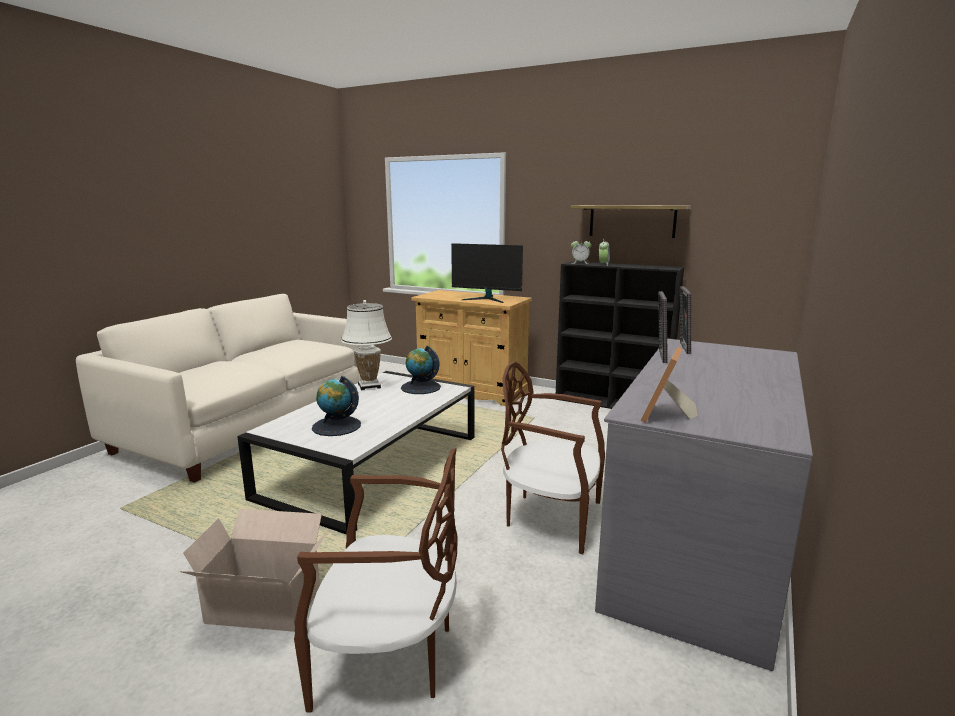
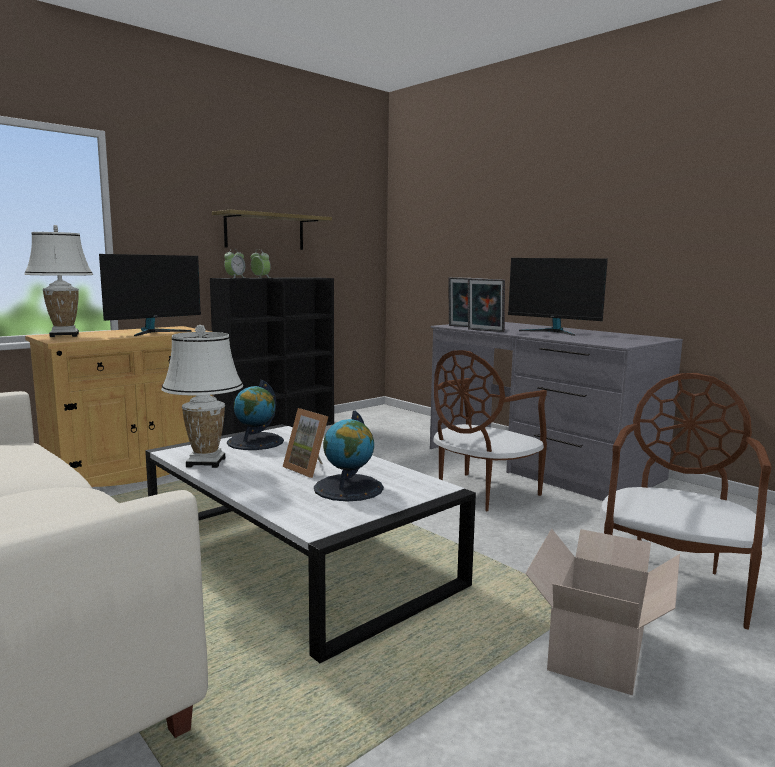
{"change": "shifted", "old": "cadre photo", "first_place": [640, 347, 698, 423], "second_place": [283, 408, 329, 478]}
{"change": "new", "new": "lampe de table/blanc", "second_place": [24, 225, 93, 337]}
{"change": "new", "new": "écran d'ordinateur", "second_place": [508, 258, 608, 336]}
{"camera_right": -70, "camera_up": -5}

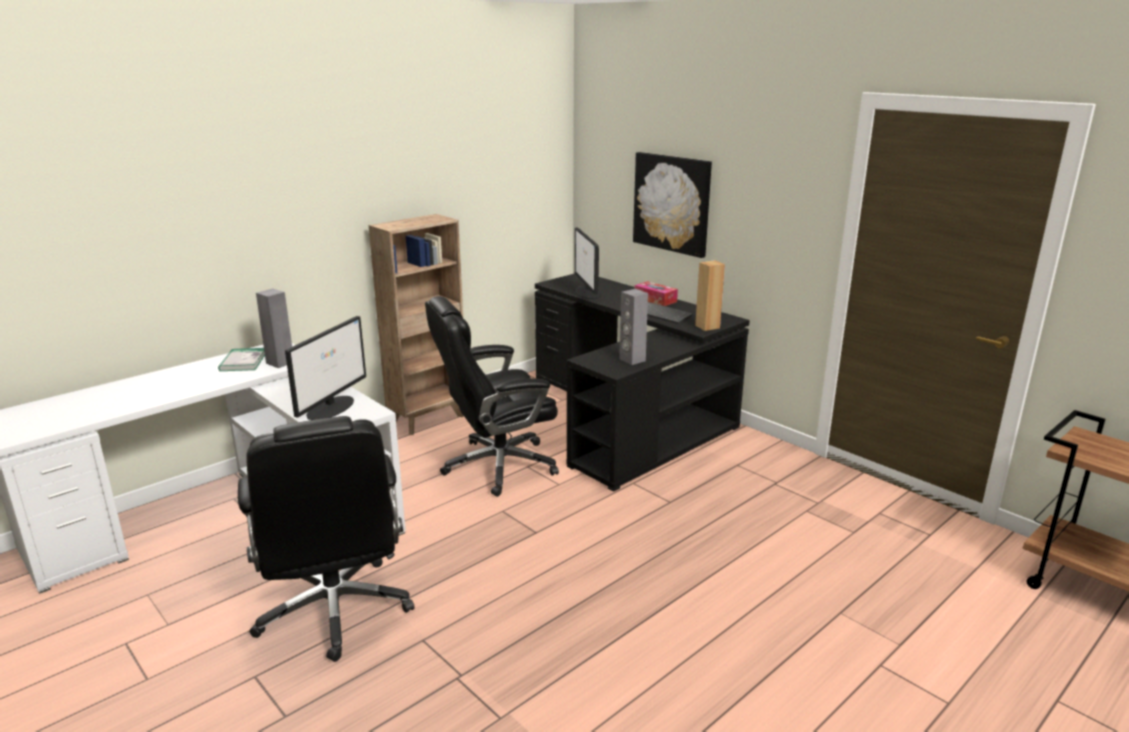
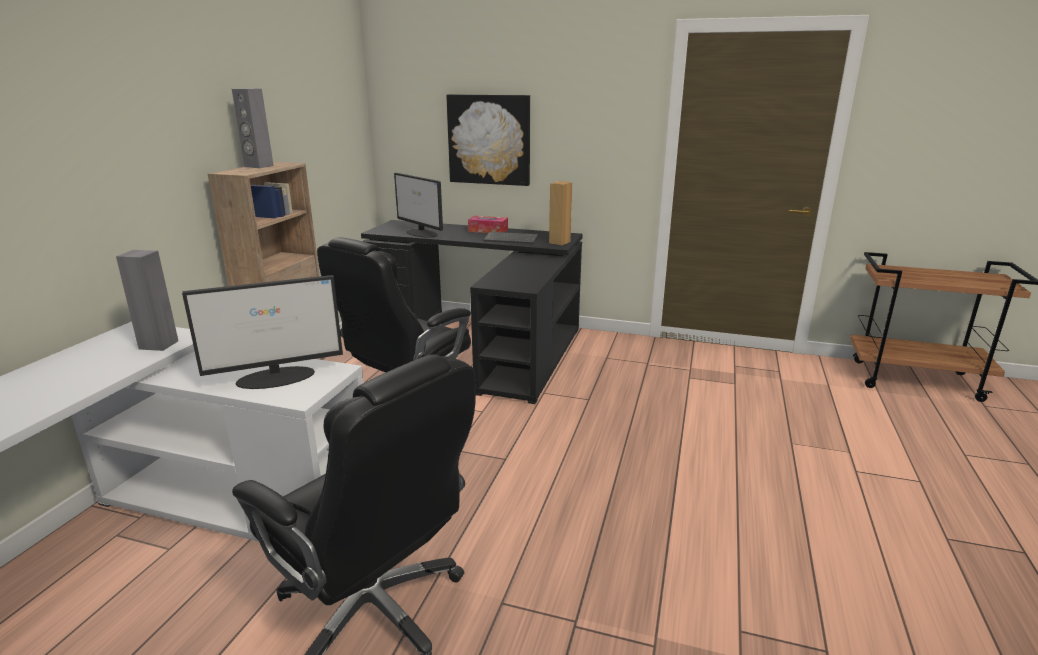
{"change": "shifted", "old": "enceinte/gris", "first_place": [619, 289, 648, 365], "second_place": [232, 88, 274, 168]}
{"change": "rotated", "old": "écran d'ordinateur", "first_place": [285, 316, 366, 420], "second_place": [182, 275, 343, 389], "degrees": 75}
{"change": "gone", "old": "livre", "first_place": [218, 348, 265, 371]}
{"camera_right": -30, "camera_up": 0}

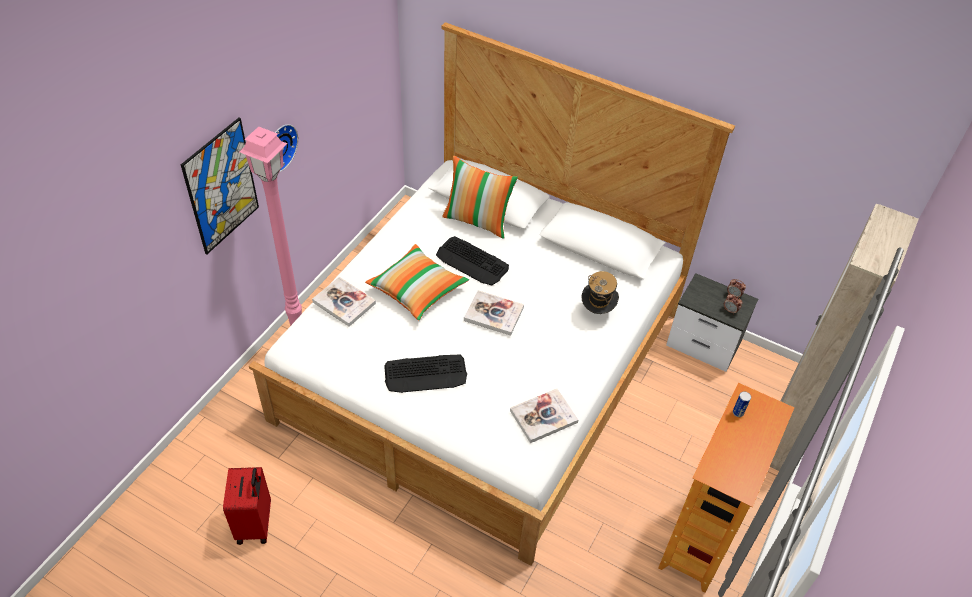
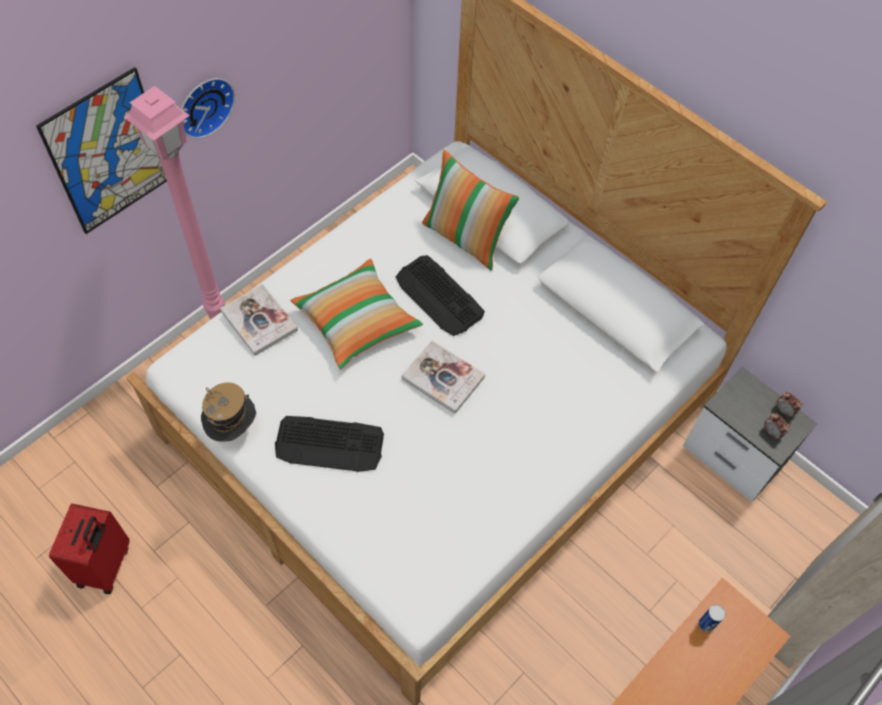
{"change": "shifted", "old": "chapeau", "first_place": [581, 271, 619, 314], "second_place": [201, 382, 256, 442]}
{"change": "gone", "old": "livre", "first_place": [510, 389, 578, 443]}
{"camera_right": 15, "camera_up": 10}

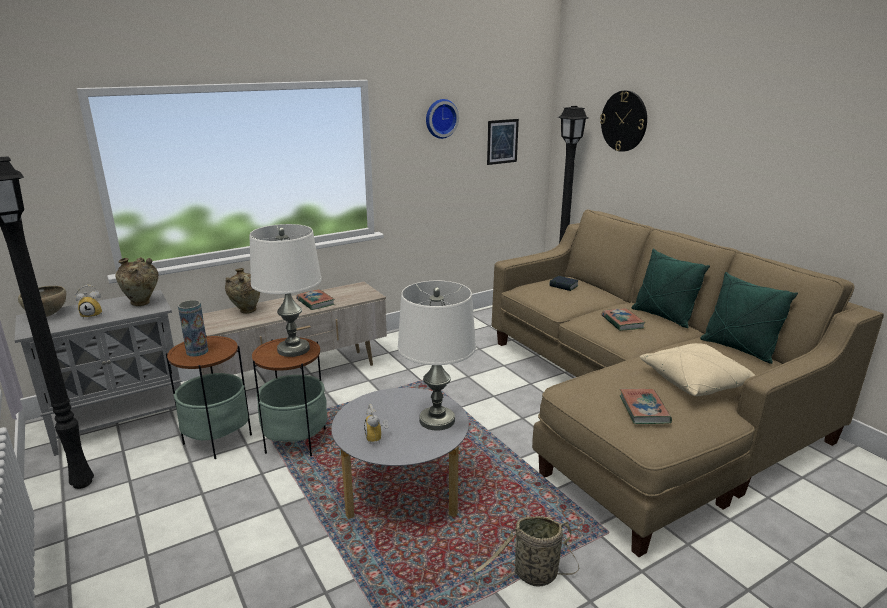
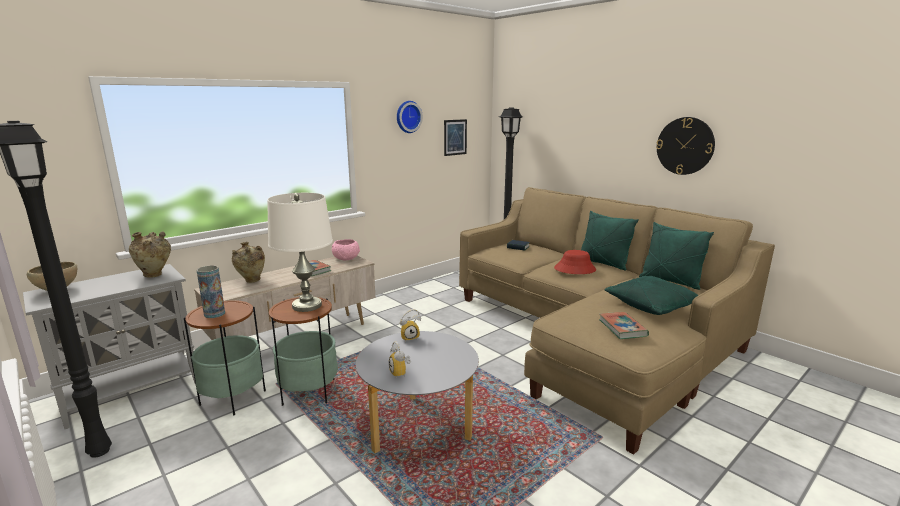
{"change": "shifted", "old": "horloge murale", "first_place": [600, 91, 647, 152], "second_place": [656, 117, 715, 175]}
{"change": "gone", "old": "lampe de table/blanc", "first_place": [398, 281, 476, 431]}
{"change": "shifted", "old": "réveil", "first_place": [75, 285, 102, 319], "second_place": [400, 309, 421, 342]}
{"change": "swapped", "old": "livre", "new": "chapeau/rouge", "first_place": [602, 308, 645, 331], "second_place": [554, 250, 596, 274]}
{"change": "repainted", "old": "coussin/beige", "new": "coussin/vert", "first_place": [639, 343, 755, 396], "second_place": [604, 276, 699, 315]}
{"change": "gone", "old": "panier", "first_place": [472, 516, 580, 587]}
{"change": "new", "new": "bol/rose", "second_place": [332, 239, 360, 260]}
{"camera_right": -10, "camera_up": -5}

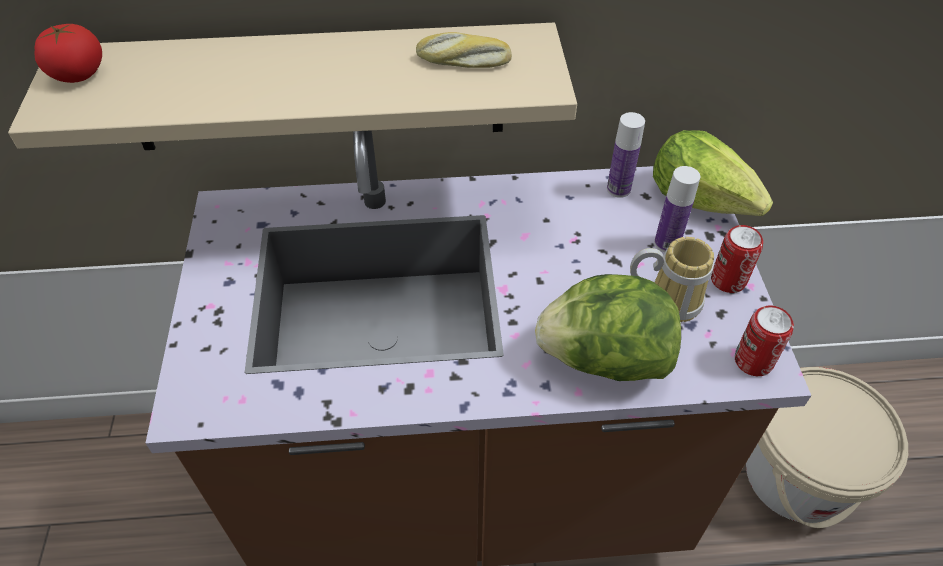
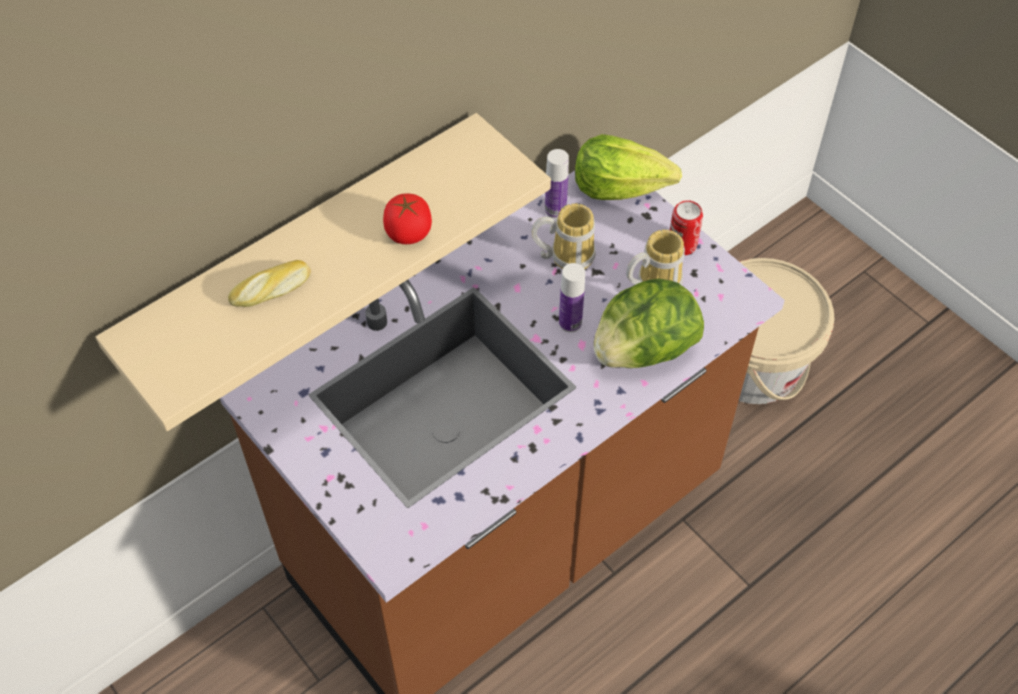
{"change": "shifted", "old": "tomate", "first_place": [35, 24, 102, 83], "second_place": [383, 194, 432, 244]}
{"change": "shifted", "old": "pain", "first_place": [416, 32, 512, 68], "second_place": [228, 260, 311, 307]}
{"change": "shifted", "old": "bouteille", "first_place": [654, 166, 700, 252], "second_place": [559, 263, 585, 333]}
{"change": "gone", "old": "boîte métallique", "first_place": [735, 306, 794, 376]}
{"change": "new", "new": "mug", "second_place": [532, 203, 596, 269]}
{"camera_right": -35, "camera_up": 5}

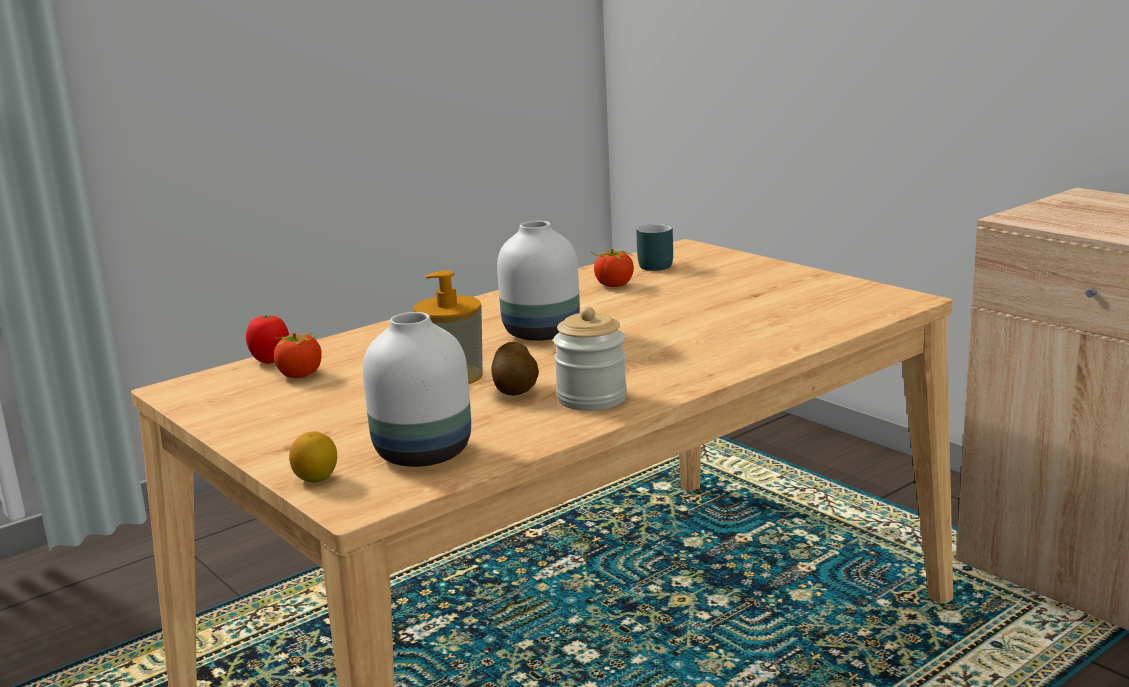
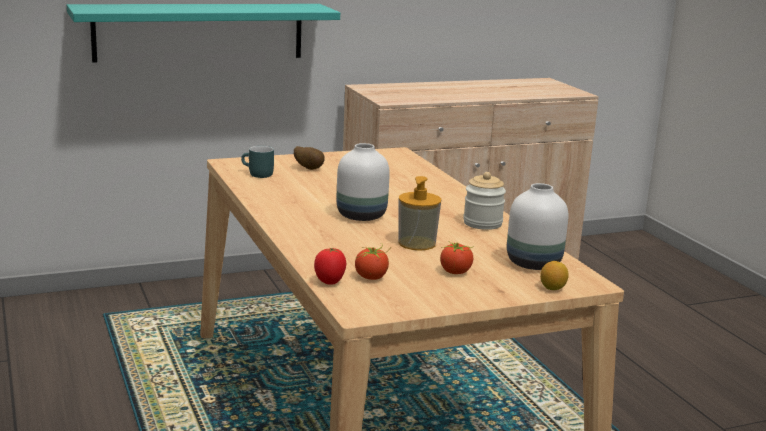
{"change": "shifted", "old": "tomate", "first_place": [591, 249, 634, 287], "second_place": [440, 242, 473, 274]}
{"change": "shifted", "old": "pomme de terre", "first_place": [491, 342, 539, 396], "second_place": [294, 146, 325, 170]}
{"change": "new", "new": "étagère/turquoise", "second_place": [67, 4, 340, 63]}
{"camera_right": -75, "camera_up": 0}

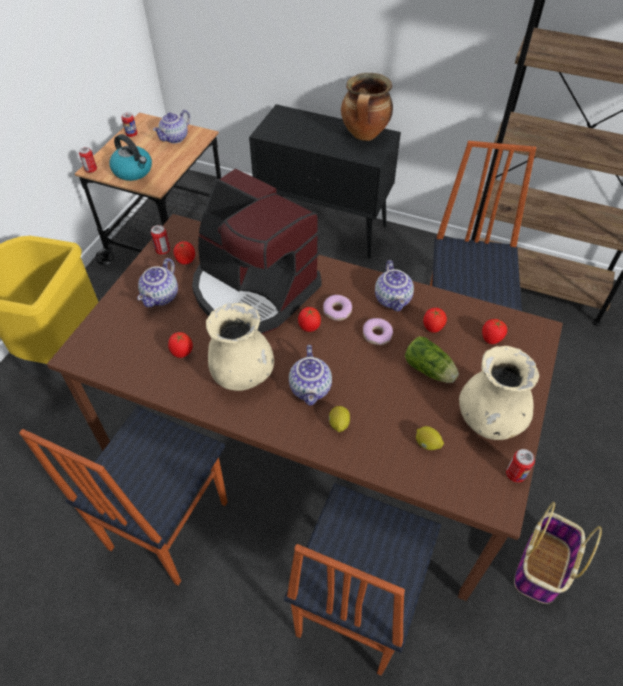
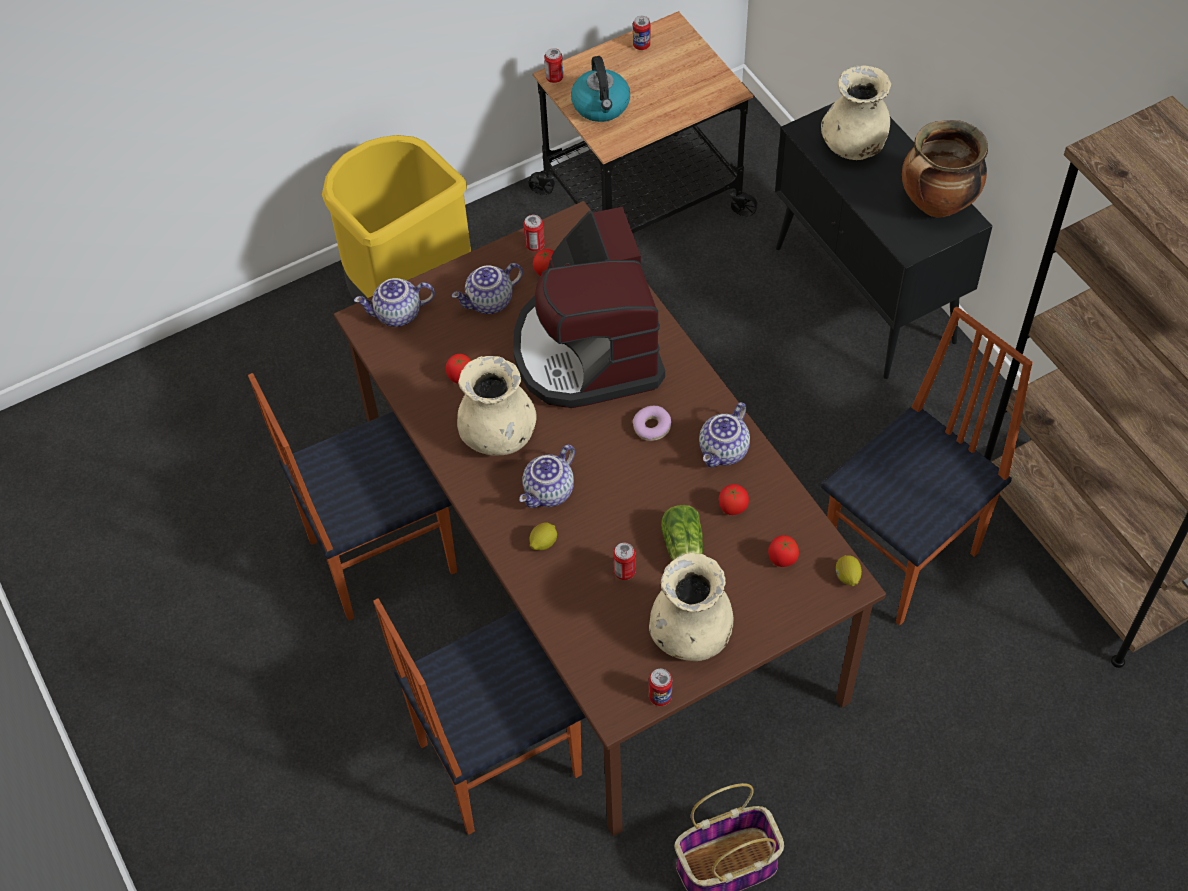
{"change": "shifted", "old": "théière", "first_place": [153, 110, 190, 144], "second_place": [354, 278, 435, 327]}
{"change": "gone", "old": "tomate", "first_place": [298, 307, 321, 332]}
{"change": "gone", "old": "beignet", "first_place": [363, 318, 393, 345]}
{"change": "shifted", "old": "citron", "first_place": [416, 426, 444, 450], "second_place": [836, 555, 862, 586]}
{"change": "new", "new": "vase/beige", "second_place": [821, 65, 891, 160]}
{"change": "new", "new": "boîte métallique", "second_place": [613, 543, 636, 580]}
{"camera_right": 40, "camera_up": 5}

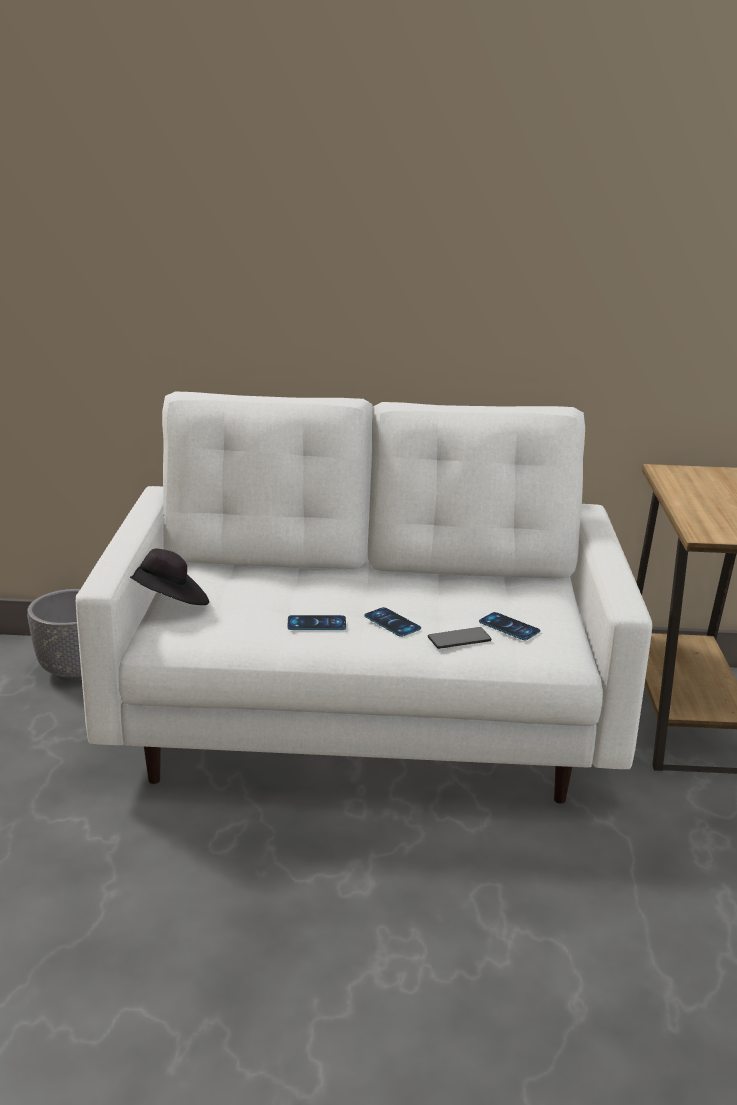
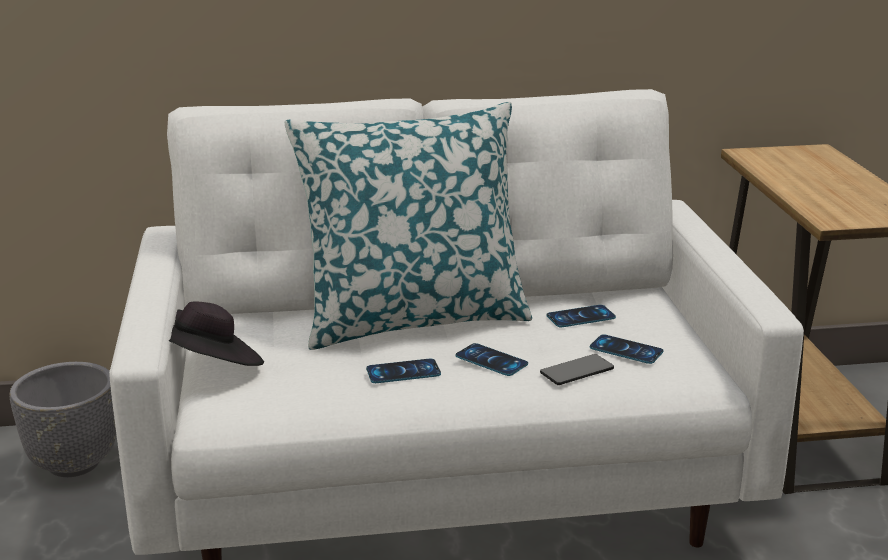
{"change": "new", "new": "coussin", "second_place": [284, 102, 532, 350]}
{"change": "new", "new": "téléphone", "second_place": [546, 305, 616, 327]}
{"camera_right": -10, "camera_up": 0}

